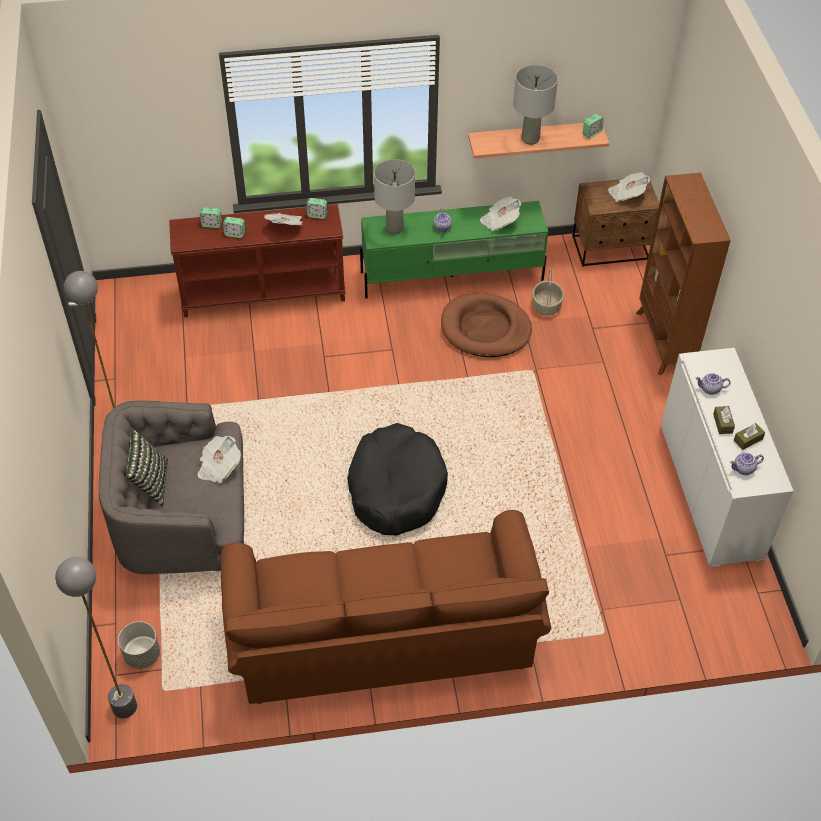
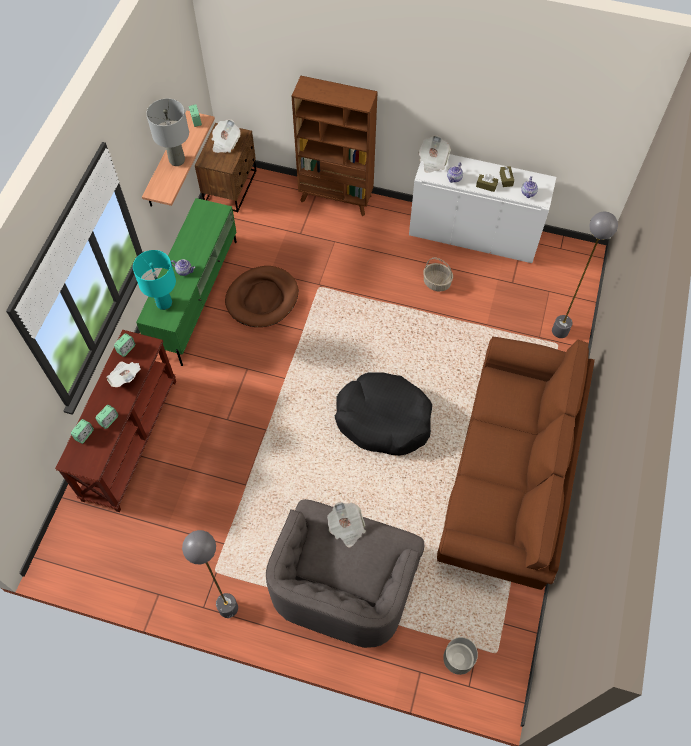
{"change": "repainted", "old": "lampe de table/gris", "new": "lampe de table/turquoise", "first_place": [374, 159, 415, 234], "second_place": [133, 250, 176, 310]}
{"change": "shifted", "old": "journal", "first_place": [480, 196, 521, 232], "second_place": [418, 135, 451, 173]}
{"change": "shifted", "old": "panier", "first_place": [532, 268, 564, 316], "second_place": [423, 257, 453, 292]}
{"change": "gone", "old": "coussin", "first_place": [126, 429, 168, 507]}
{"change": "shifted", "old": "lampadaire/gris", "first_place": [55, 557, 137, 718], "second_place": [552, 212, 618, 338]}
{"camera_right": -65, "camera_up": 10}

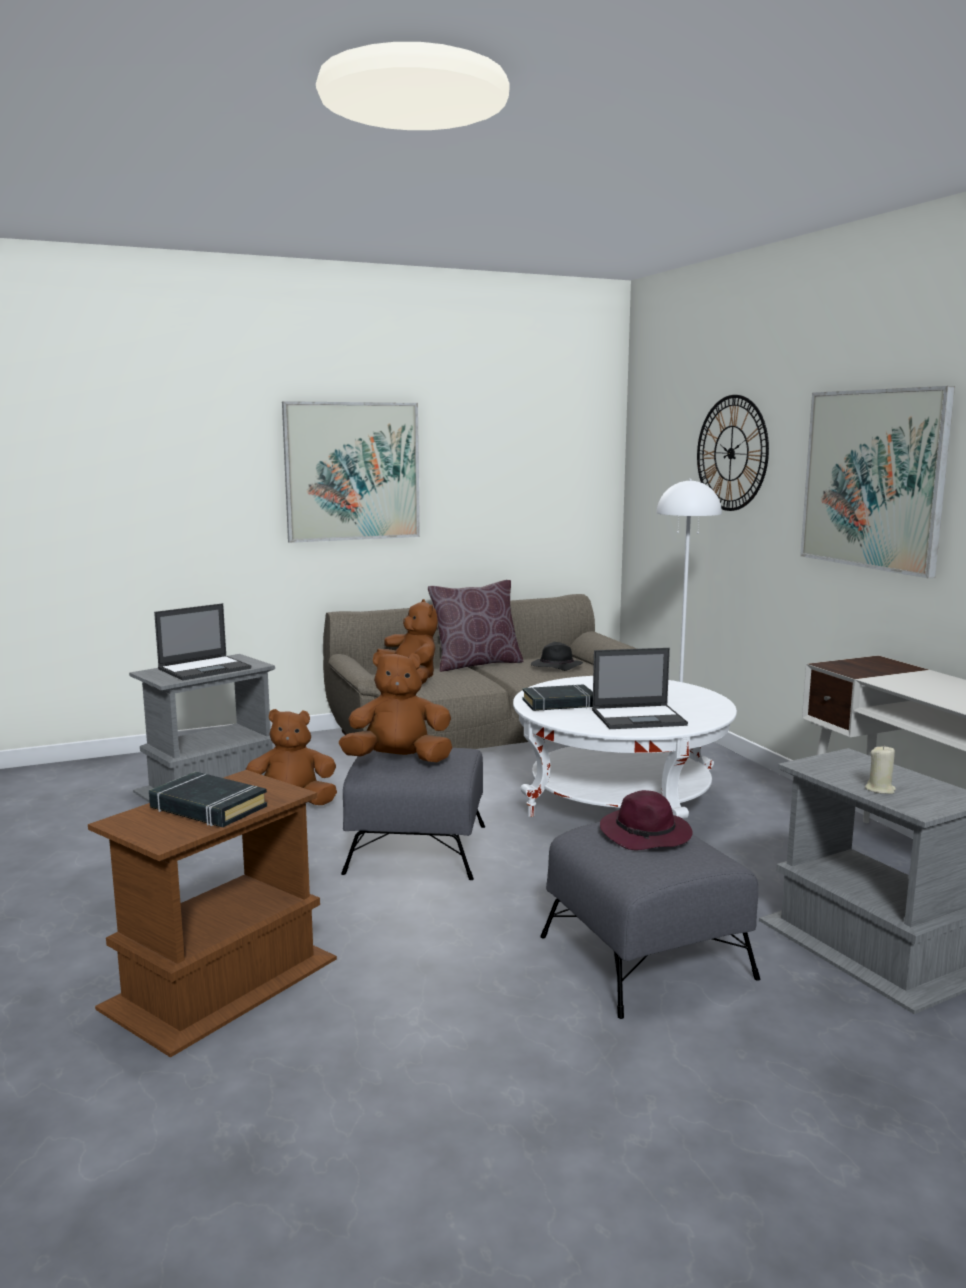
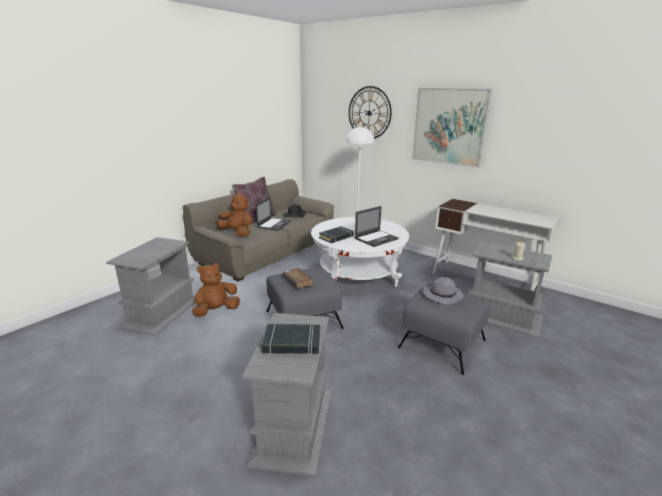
{"change": "gone", "old": "tableau", "first_place": [282, 401, 420, 543]}
{"change": "shifted", "old": "ordinateur portable", "first_place": [154, 603, 251, 680], "second_place": [256, 197, 291, 231]}
{"change": "swapped", "old": "peluche/marron", "new": "livre/marron", "first_place": [339, 651, 452, 762], "second_place": [283, 268, 314, 288]}
{"change": "repainted", "old": "table d'appoint/marron", "new": "table d'appoint/gris", "first_place": [88, 770, 337, 1058], "second_place": [242, 313, 332, 477]}
{"change": "repainted", "old": "chapeau/violet", "new": "chapeau/gris", "first_place": [600, 790, 693, 850], "second_place": [423, 277, 463, 305]}
{"camera_right": -30, "camera_up": 10}

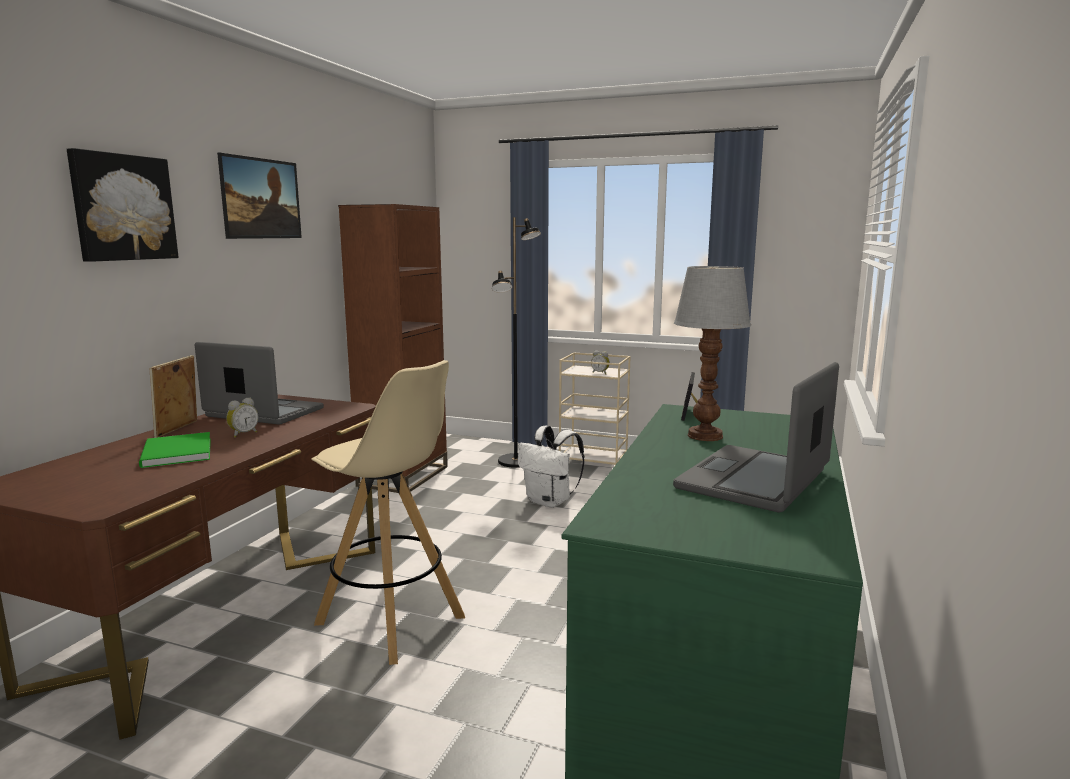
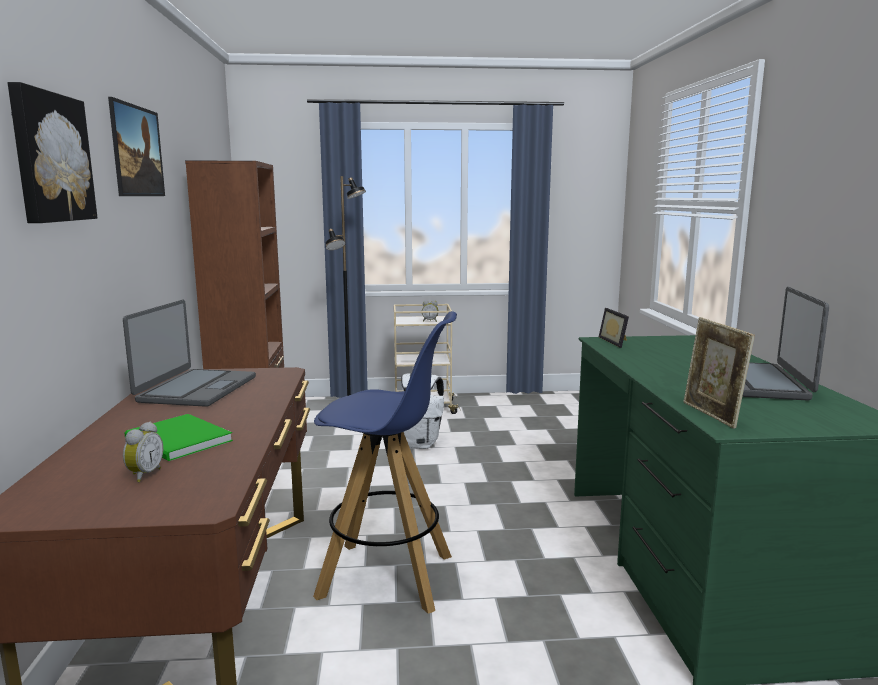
{"change": "gone", "old": "lampe de table", "first_place": [674, 266, 751, 441]}
{"change": "rotated", "old": "ordinateur portable", "first_place": [195, 342, 324, 425], "second_place": [123, 300, 256, 407], "degrees": 105}
{"change": "shifted", "old": "cadre photo", "first_place": [149, 355, 197, 438], "second_place": [683, 317, 755, 429]}
{"change": "repainted", "old": "tabouret/beige", "new": "tabouret/bleu", "first_place": [311, 360, 465, 665], "second_place": [313, 311, 457, 614]}
{"change": "shifted", "old": "réveil", "first_place": [226, 398, 259, 438], "second_place": [123, 422, 163, 482]}
{"camera_right": -25, "camera_up": 0}

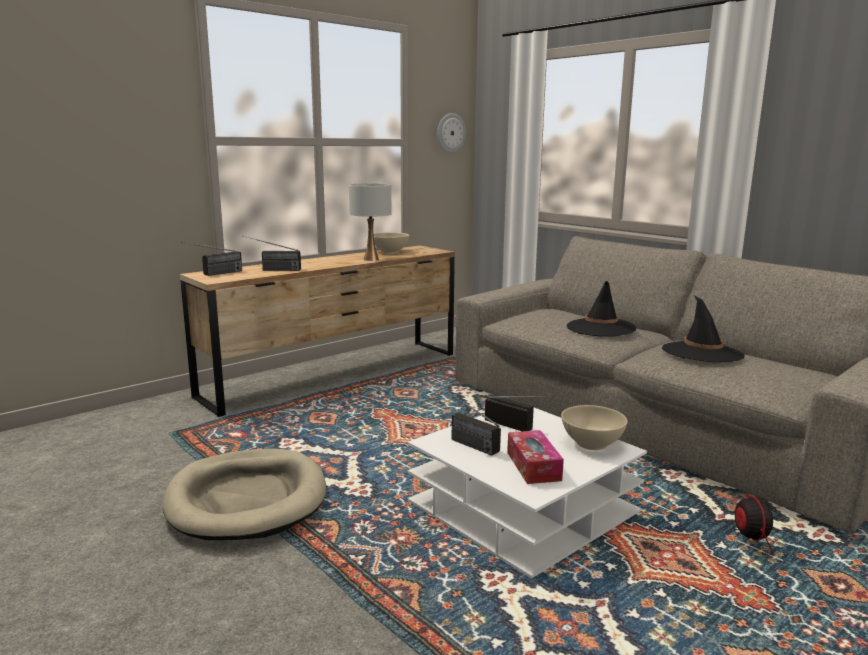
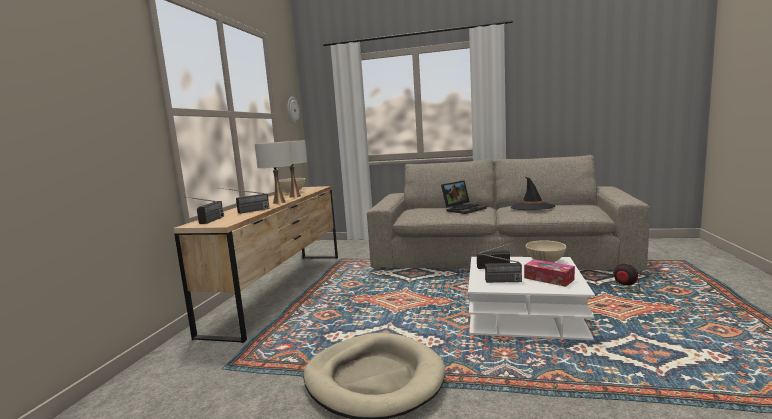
{"change": "swapped", "old": "chapeau/noir", "new": "ordinateur portable", "first_place": [567, 281, 636, 336], "second_place": [441, 180, 487, 214]}
{"change": "new", "new": "lampe de table/blanc", "second_place": [255, 141, 292, 204]}
{"camera_right": -35, "camera_up": -5}

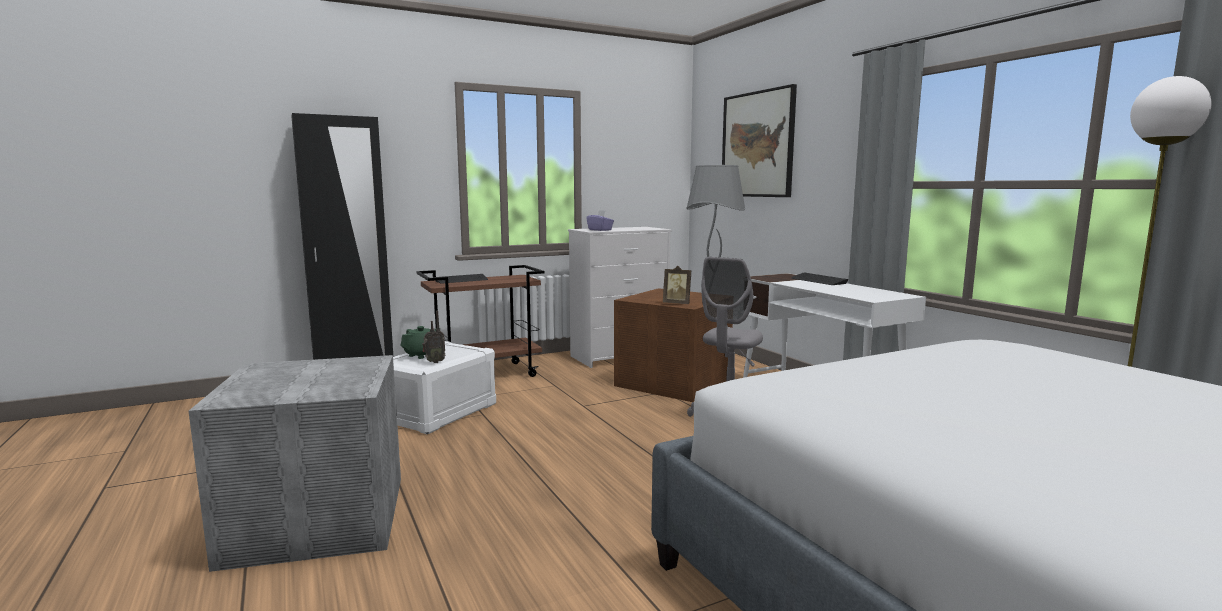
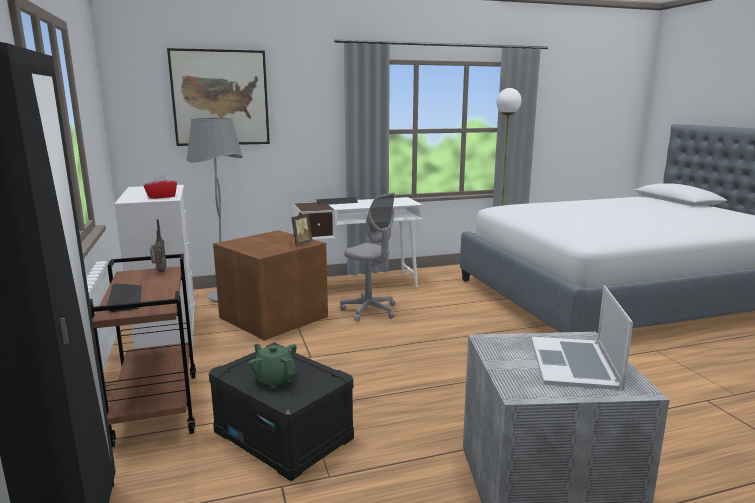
{"change": "repainted", "old": "boîte à mouchoirs/violet", "new": "boîte à mouchoirs/rouge", "first_place": [586, 210, 614, 231], "second_place": [144, 174, 177, 199]}
{"change": "shifted", "old": "radio", "first_place": [422, 311, 446, 363], "second_place": [150, 219, 166, 272]}
{"change": "repainted", "old": "boîte de rangement/blanc", "new": "boîte de rangement/noir", "first_place": [393, 341, 496, 434], "second_place": [209, 343, 354, 481]}
{"change": "new", "new": "ordinateur portable", "second_place": [531, 285, 633, 390]}
{"camera_right": -80, "camera_up": 5}

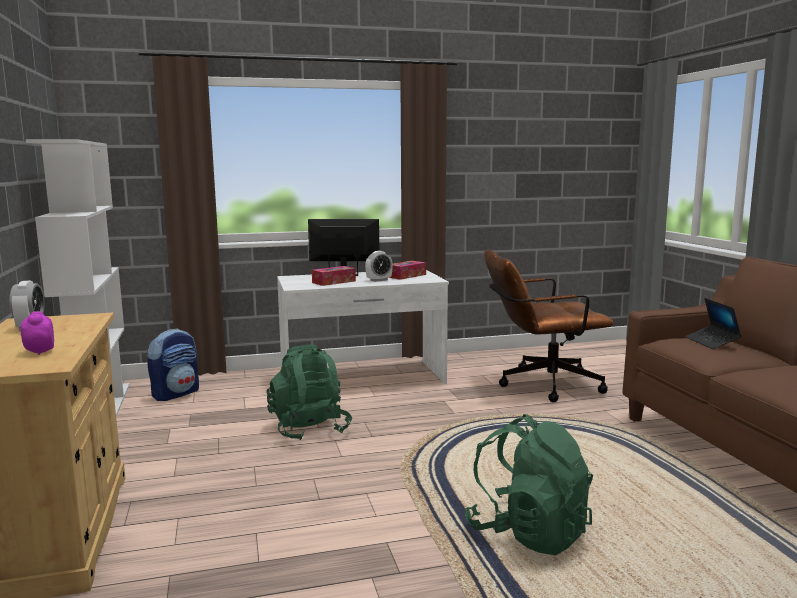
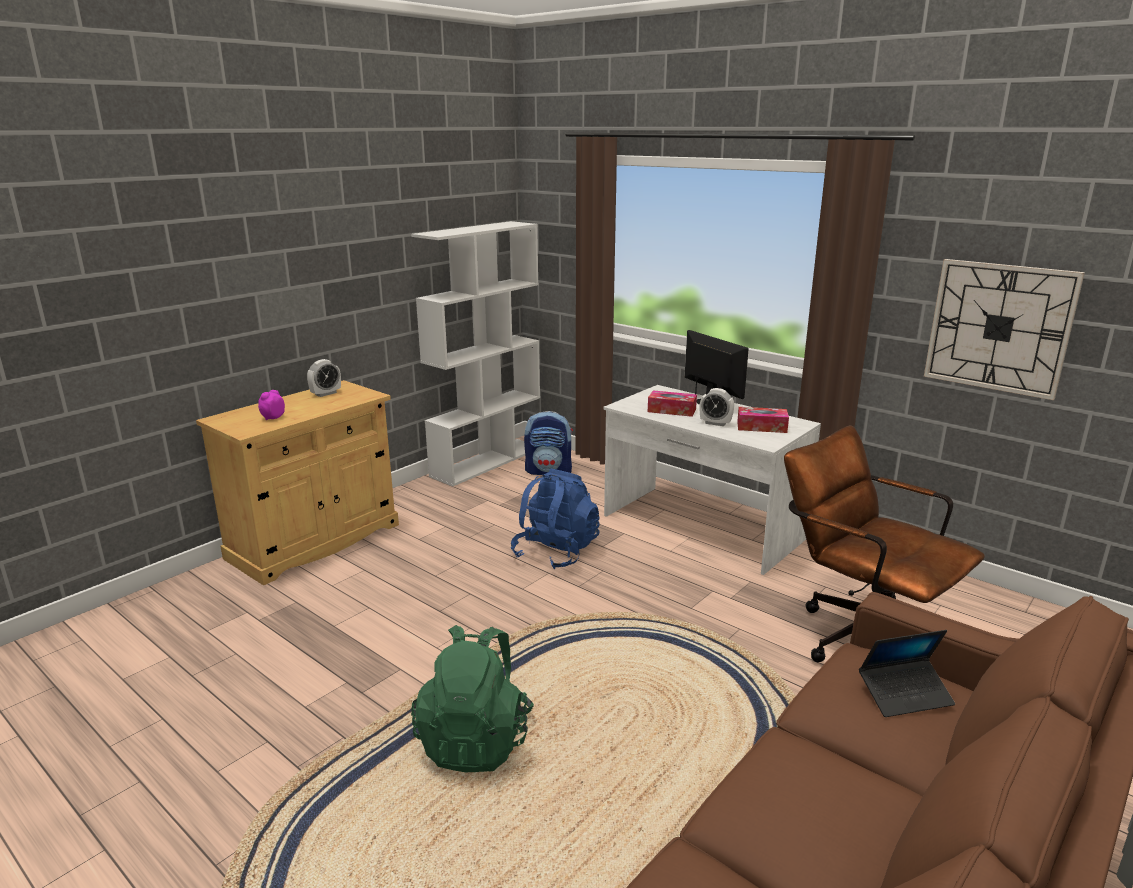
{"change": "rotated", "old": "ordinateur portable", "first_place": [685, 298, 742, 349], "second_place": [859, 630, 955, 717], "degrees": -150}
{"change": "repainted", "old": "sac à dos/vert", "new": "sac à dos/bleu", "first_place": [267, 344, 352, 440], "second_place": [511, 468, 600, 569]}
{"change": "new", "new": "horloge murale", "second_place": [924, 259, 1085, 400]}
{"camera_right": 55, "camera_up": 10}

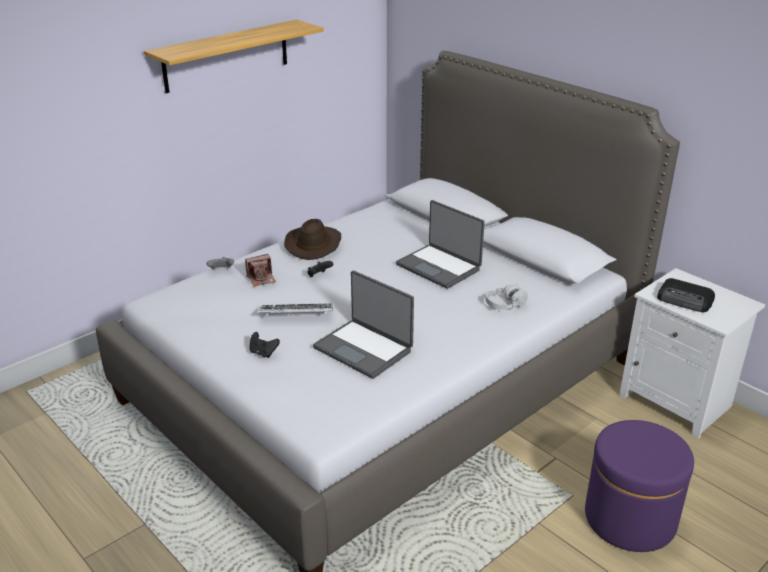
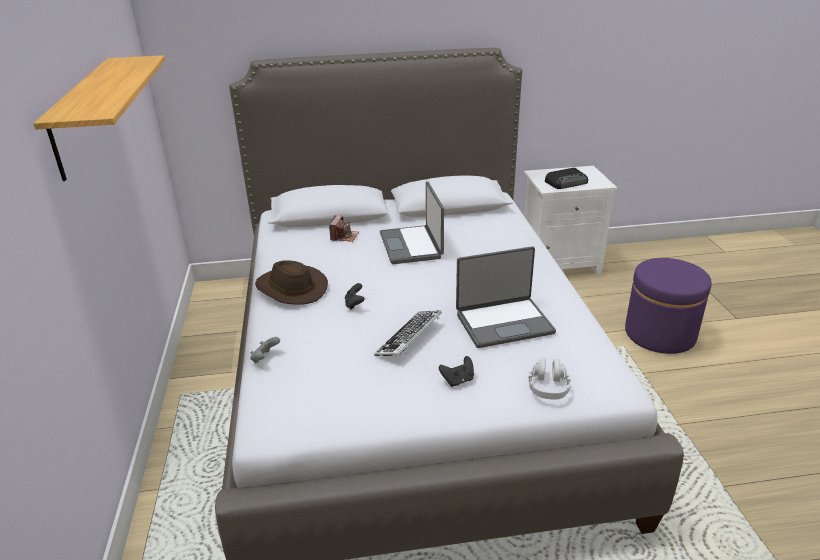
{"change": "rotated", "old": "ordinateur portable", "first_place": [396, 200, 485, 289], "second_place": [380, 181, 444, 264], "degrees": 90}
{"change": "shifted", "old": "appareil photo", "first_place": [245, 254, 276, 286], "second_place": [329, 215, 359, 242]}
{"change": "shifted", "old": "casque audio/gris", "first_place": [486, 284, 528, 310], "second_place": [528, 357, 571, 399]}
{"camera_right": -55, "camera_up": 0}

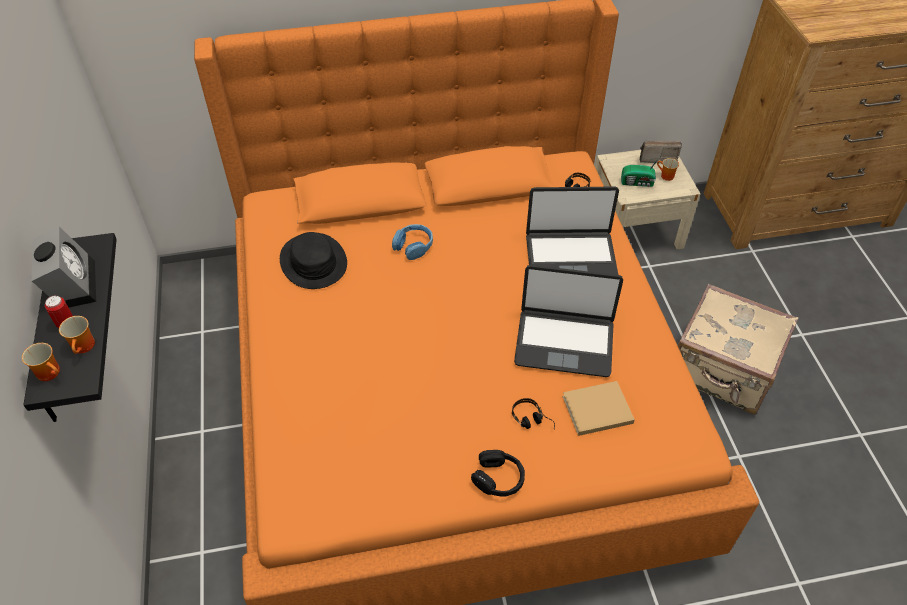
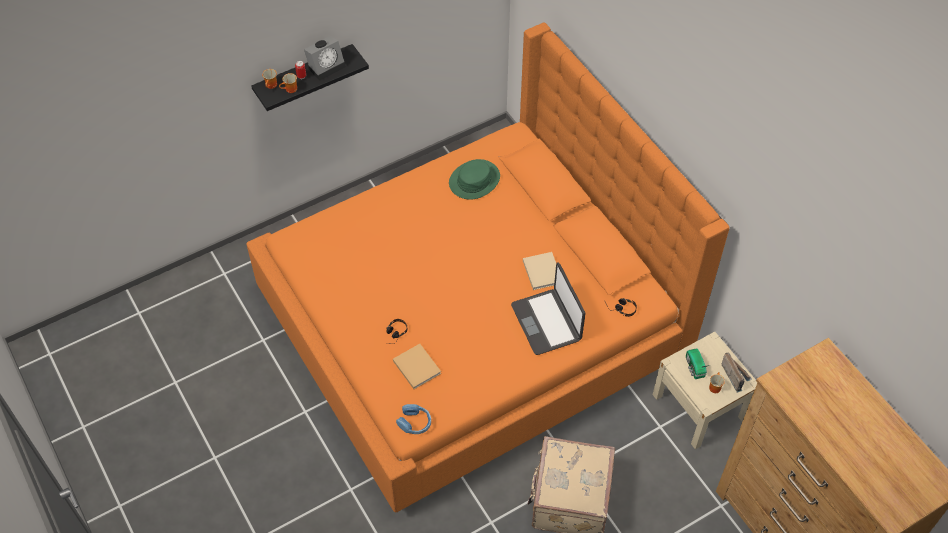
{"change": "shifted", "old": "casque audio/bleu", "first_place": [392, 224, 433, 260], "second_place": [396, 404, 431, 434]}
{"change": "repainted", "old": "chapeau/noir", "new": "chapeau/vert", "first_place": [280, 232, 347, 289], "second_place": [449, 159, 500, 200]}
{"change": "gone", "old": "ordinateur portable", "first_place": [514, 265, 623, 377]}
{"change": "gone", "old": "casque audio/noir", "first_place": [471, 450, 525, 496]}
{"change": "new", "new": "livre/beige", "second_place": [523, 252, 556, 290]}
{"camera_right": 70, "camera_up": 5}

